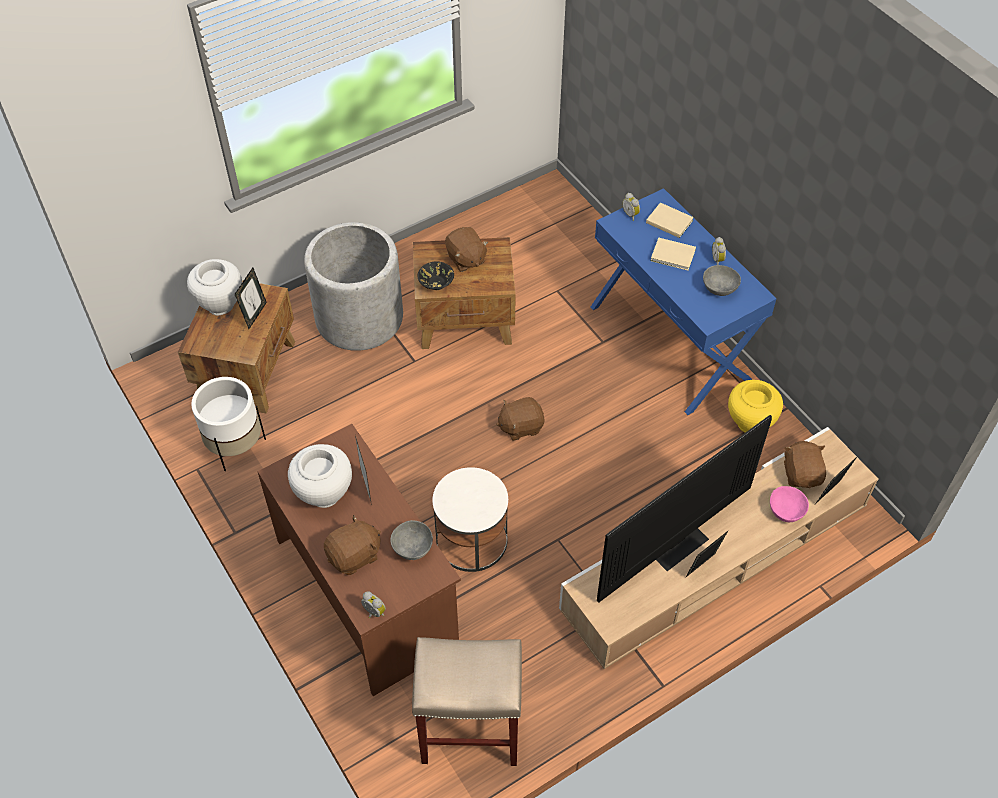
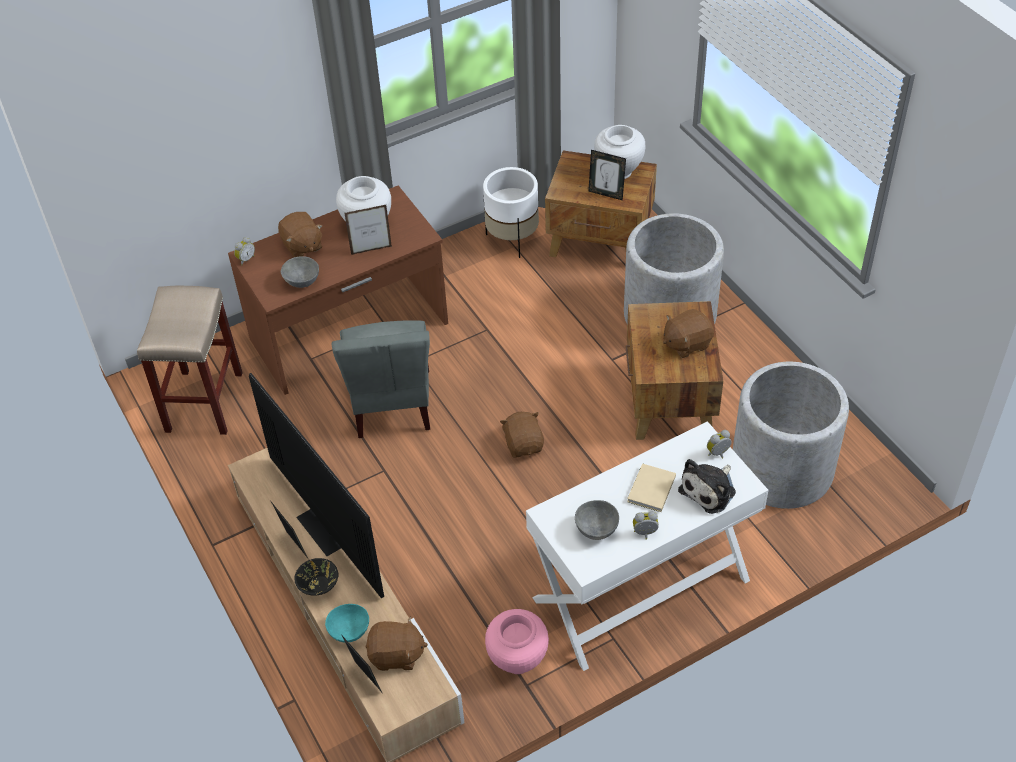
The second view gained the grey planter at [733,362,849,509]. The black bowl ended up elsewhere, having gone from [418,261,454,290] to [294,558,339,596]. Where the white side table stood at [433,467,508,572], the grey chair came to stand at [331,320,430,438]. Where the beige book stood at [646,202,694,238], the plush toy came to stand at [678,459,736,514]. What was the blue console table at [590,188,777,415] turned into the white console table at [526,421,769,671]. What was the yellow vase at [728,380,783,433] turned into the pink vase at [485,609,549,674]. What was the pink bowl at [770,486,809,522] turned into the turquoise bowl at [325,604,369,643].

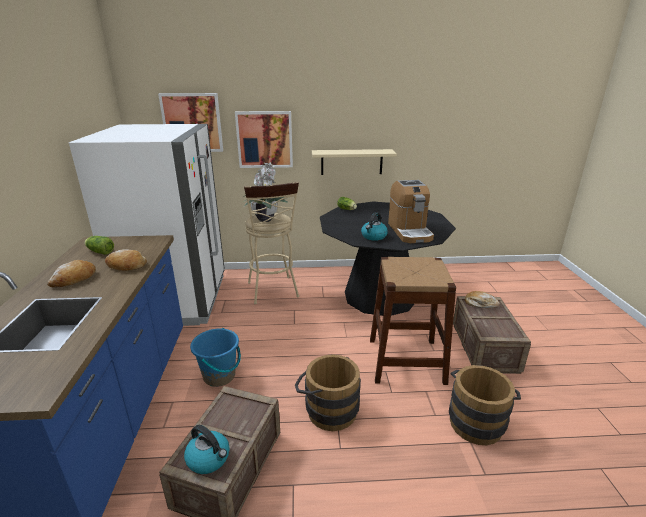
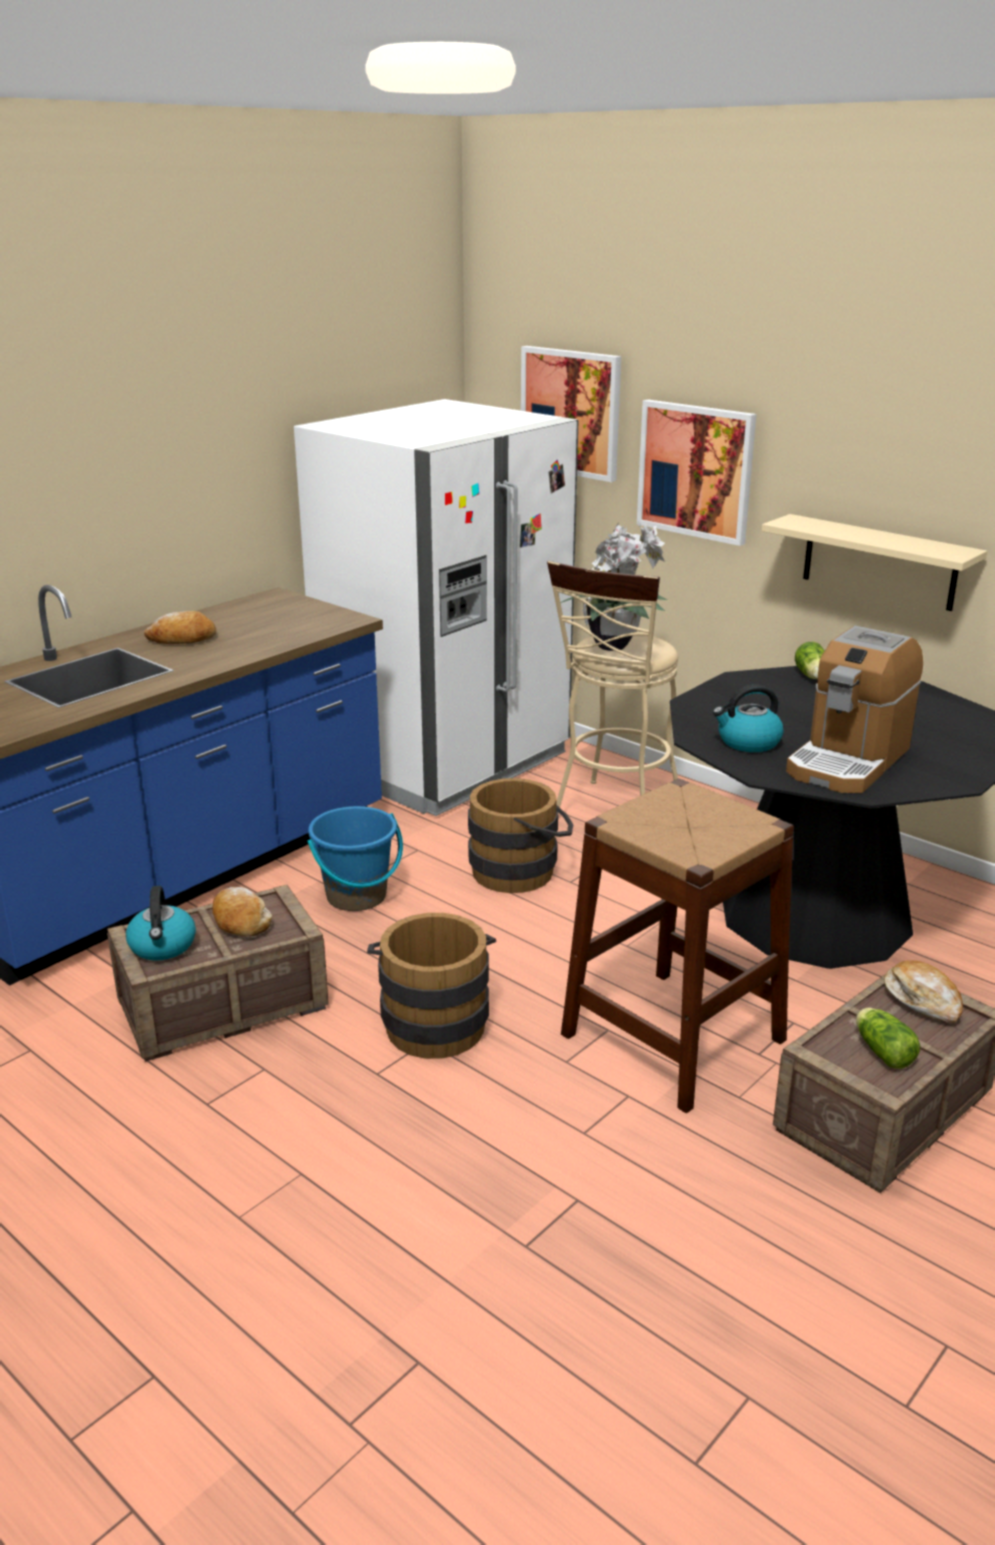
The lettuce ended up elsewhere, having gone from [84,236,114,255] to [856,1008,920,1069]. The bread ended up elsewhere, having gone from [105,249,147,271] to [212,887,272,936]. The brown bucket ended up elsewhere, having gone from [449,365,521,445] to [468,778,574,893].

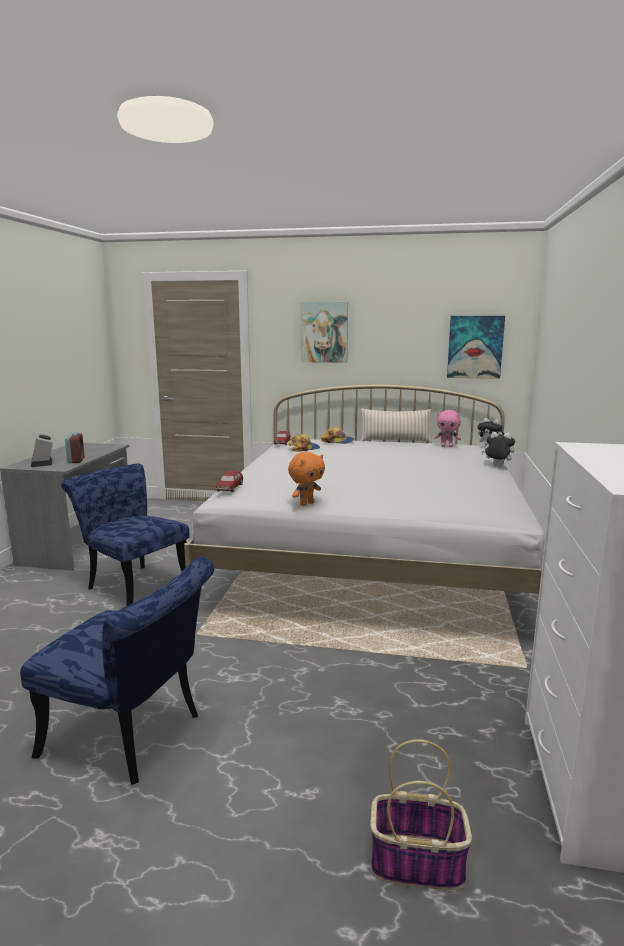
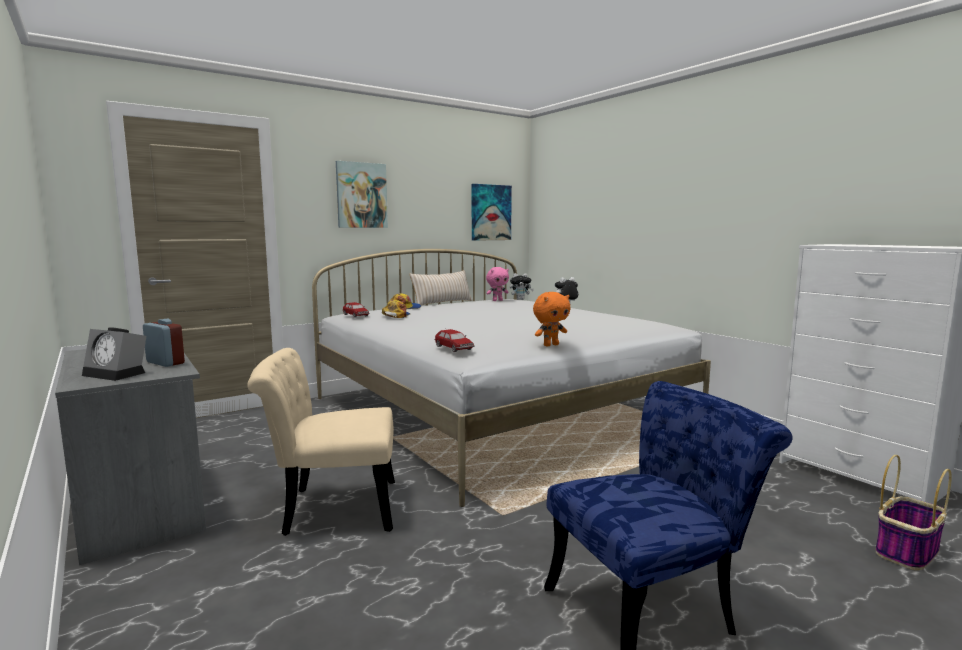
What was the blue chair at [61,463,190,606] turned into the beige chair at [247,348,395,536]. The orange plush toy at [288,452,325,506] ended up facing another way, 60 degrees clockwise from before.

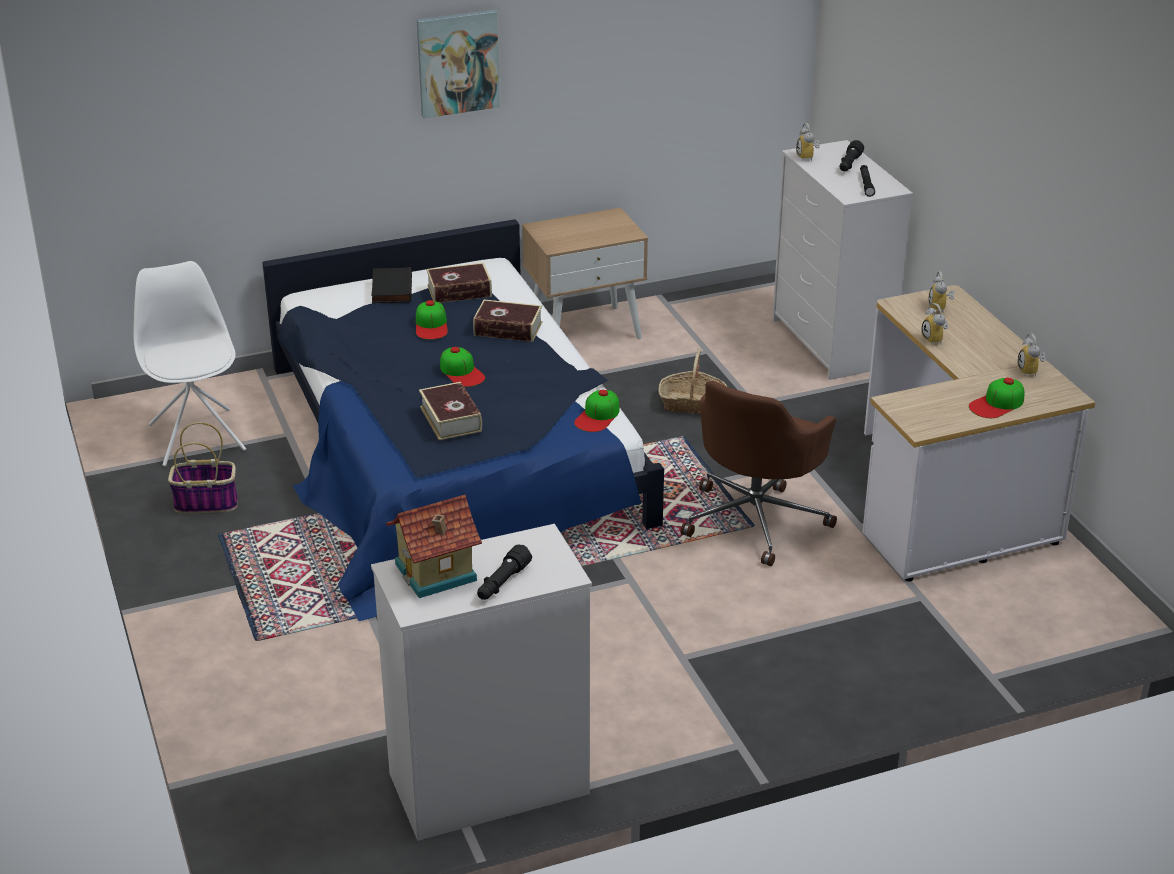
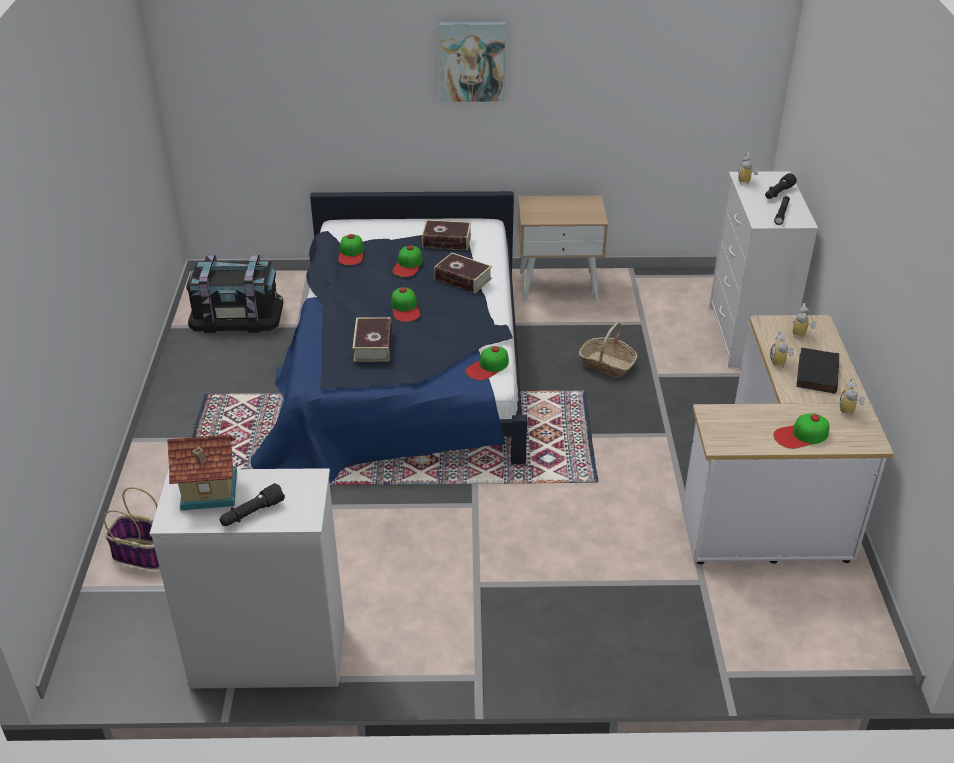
The second view lost the brown office chair at [680,381,837,566]. The second view gained the cap at [338,234,364,265]. The basket ended up elsewhere, having gone from [168,422,238,513] to [103,487,160,570]. The black book ended up elsewhere, having gone from [371,267,412,303] to [796,347,839,394]. Where the white chair stood at [134,261,246,466], the black storage box came to stand at [186,255,283,333].

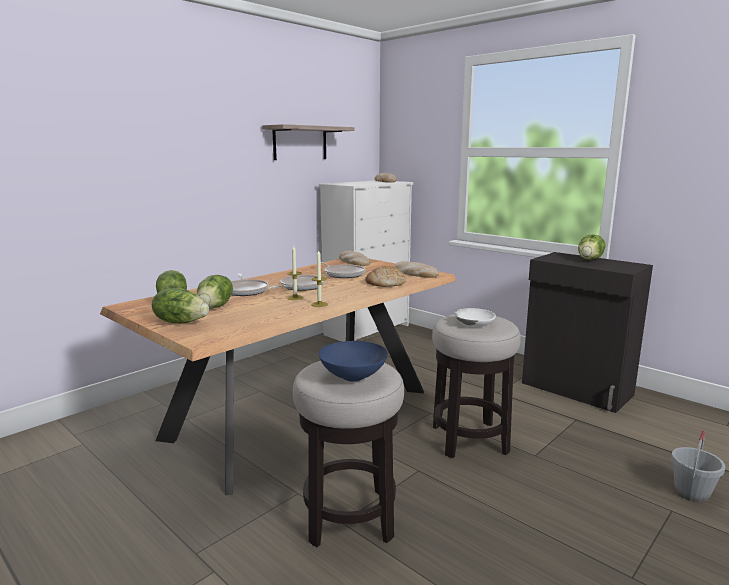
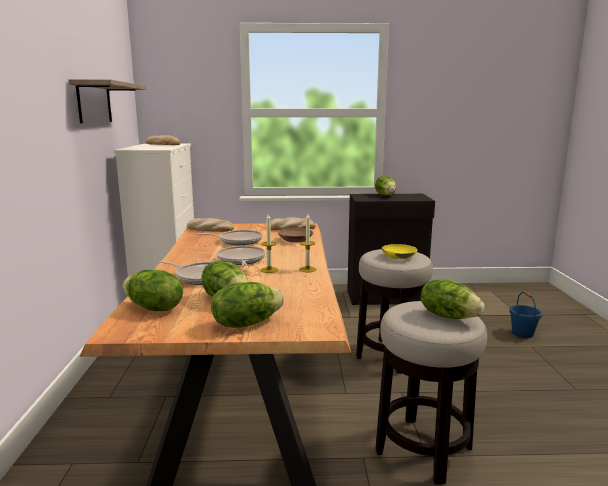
Where the blue bowl stood at [319,341,388,382], the lettuce came to stand at [421,280,485,319]. Where the bread stood at [365,265,406,287], the brown bowl came to stand at [278,228,313,242]. What was the white bowl at [455,308,496,327] turned into the yellow bowl at [382,244,417,259]. What was the grey bucket at [671,431,725,503] turned into the blue bucket at [509,291,542,338].

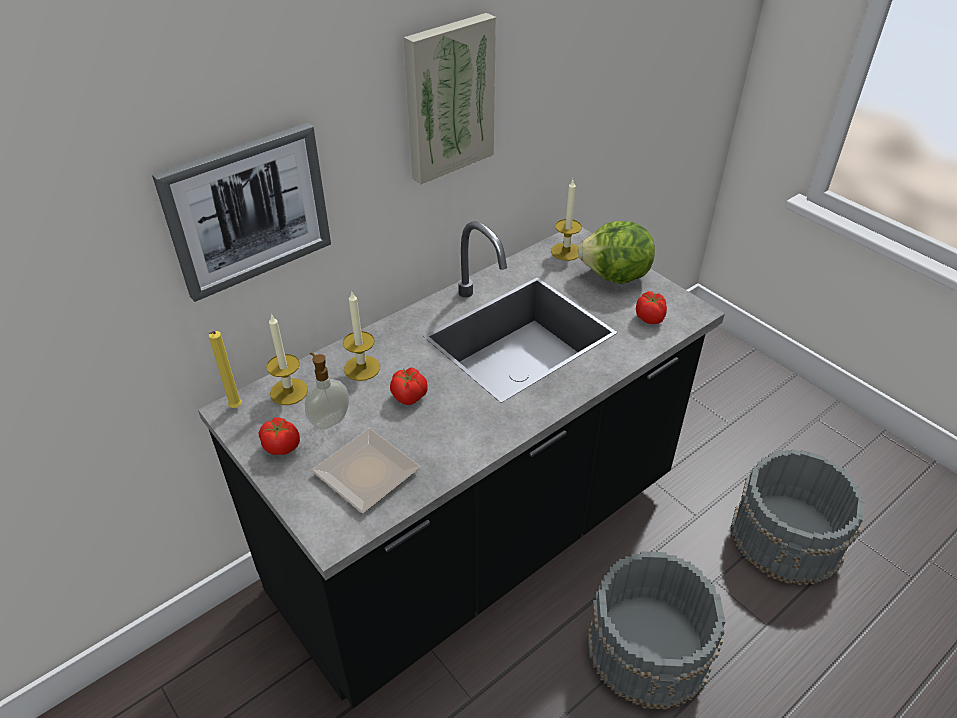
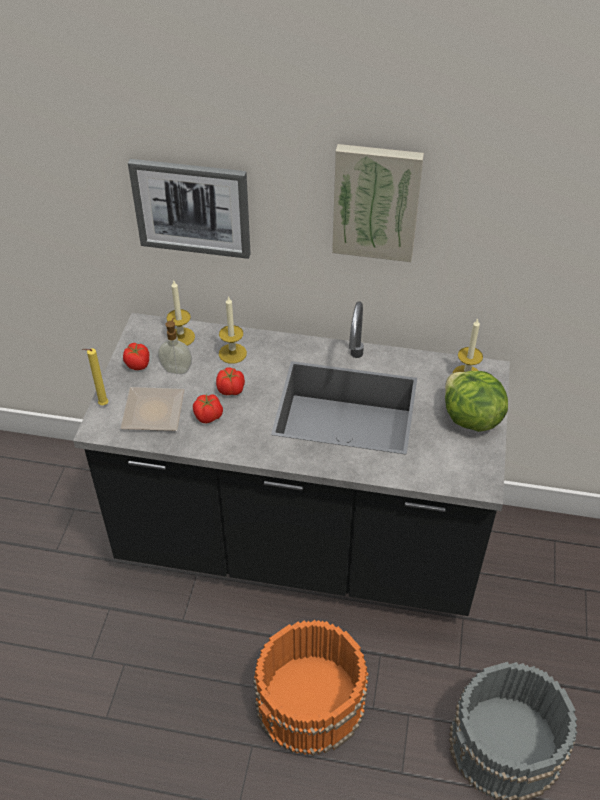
The yellow candle ended up elsewhere, having gone from [209,331,242,408] to [82,348,108,405]. The tomato ended up elsewhere, having gone from [636,291,667,324] to [193,394,223,423]. What was the grey bucket at [588,551,725,709] turned into the orange bucket at [253,620,368,756].

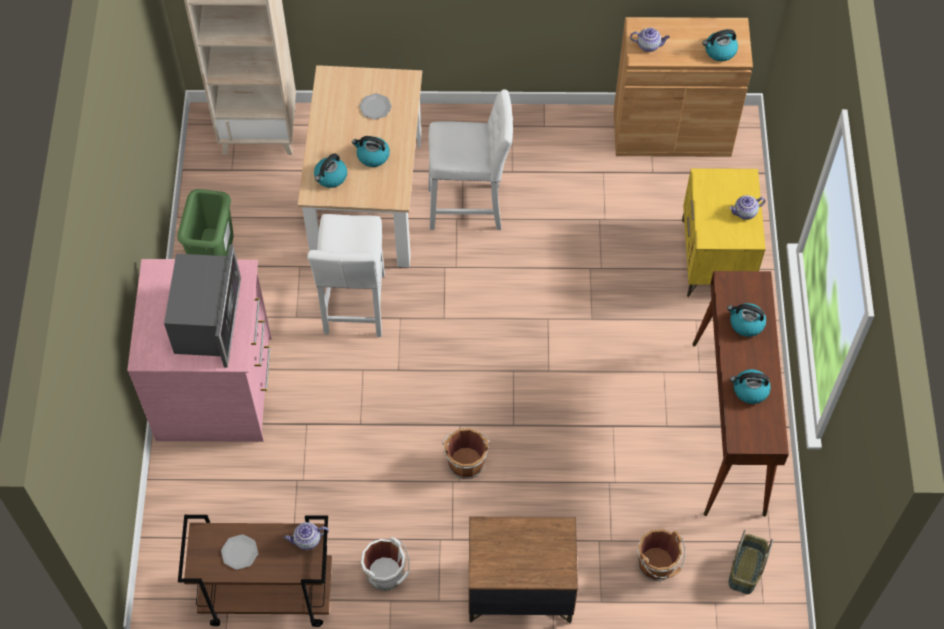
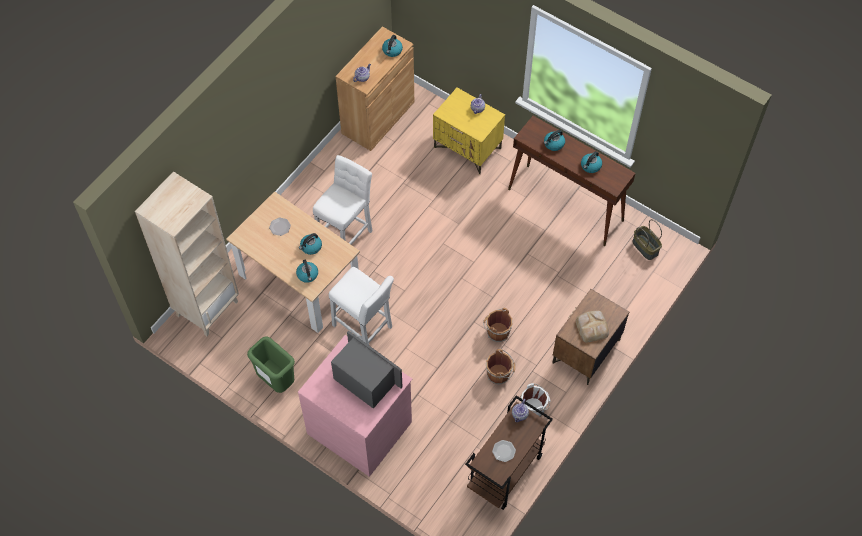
The second view gained the bread at [576,311,609,343]. The brown bucket ended up elsewhere, having gone from [638,529,686,582] to [486,349,515,384].

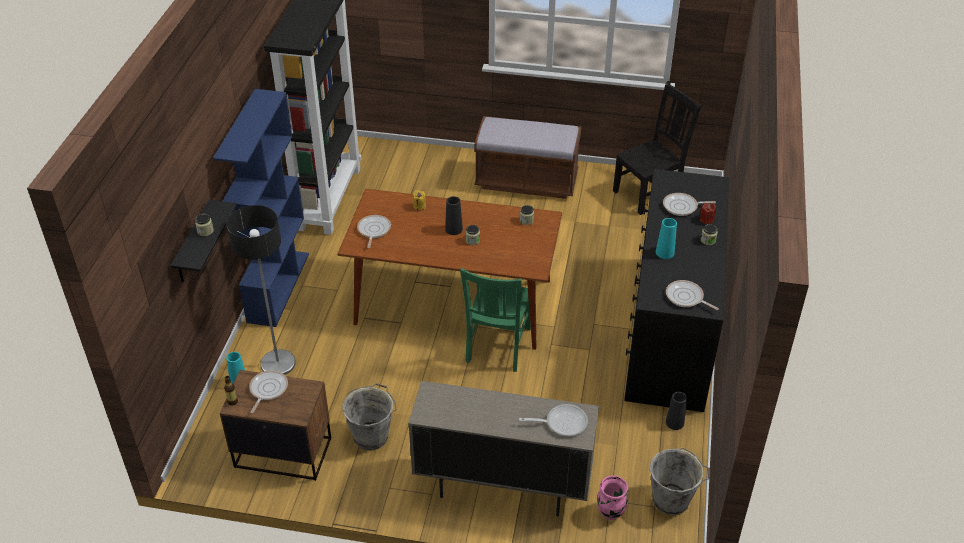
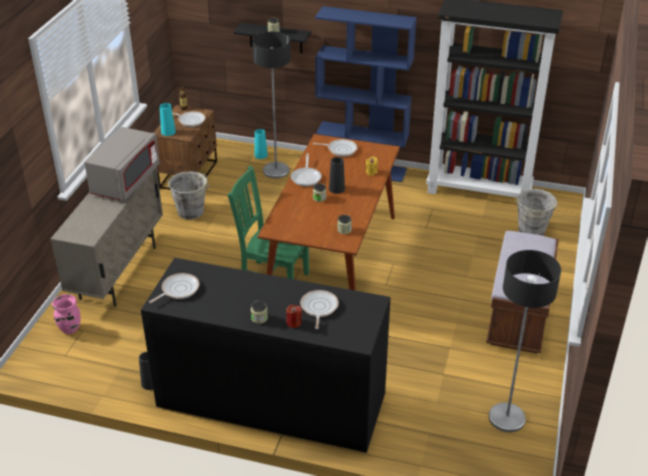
The second view gained the grey microwave at [84,127,160,201]. The frying pan ended up elsewhere, having gone from [519,404,588,436] to [291,154,322,186]. The grey bucket ended up elsewhere, having gone from [650,448,710,515] to [515,189,558,236]. The turquoise vase ended up elsewhere, having gone from [656,218,677,259] to [160,103,176,136]. Where the black chair stood at [613,81,702,215], the floor lamp came to stand at [489,250,561,432].

